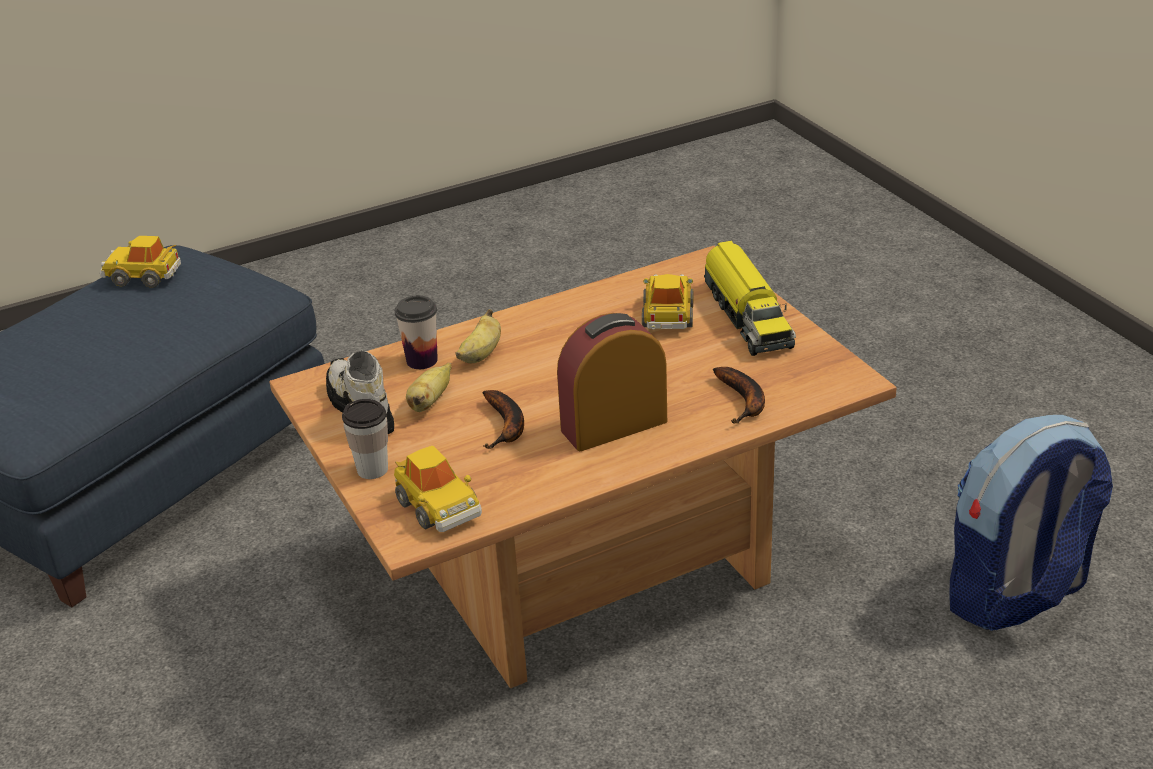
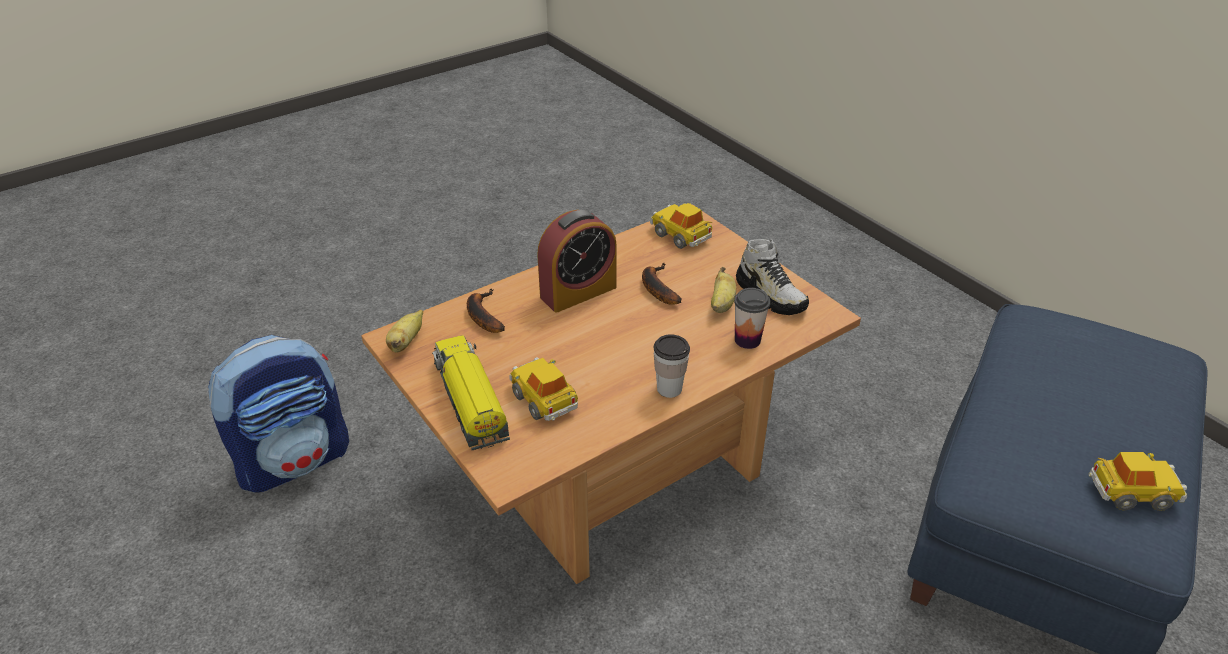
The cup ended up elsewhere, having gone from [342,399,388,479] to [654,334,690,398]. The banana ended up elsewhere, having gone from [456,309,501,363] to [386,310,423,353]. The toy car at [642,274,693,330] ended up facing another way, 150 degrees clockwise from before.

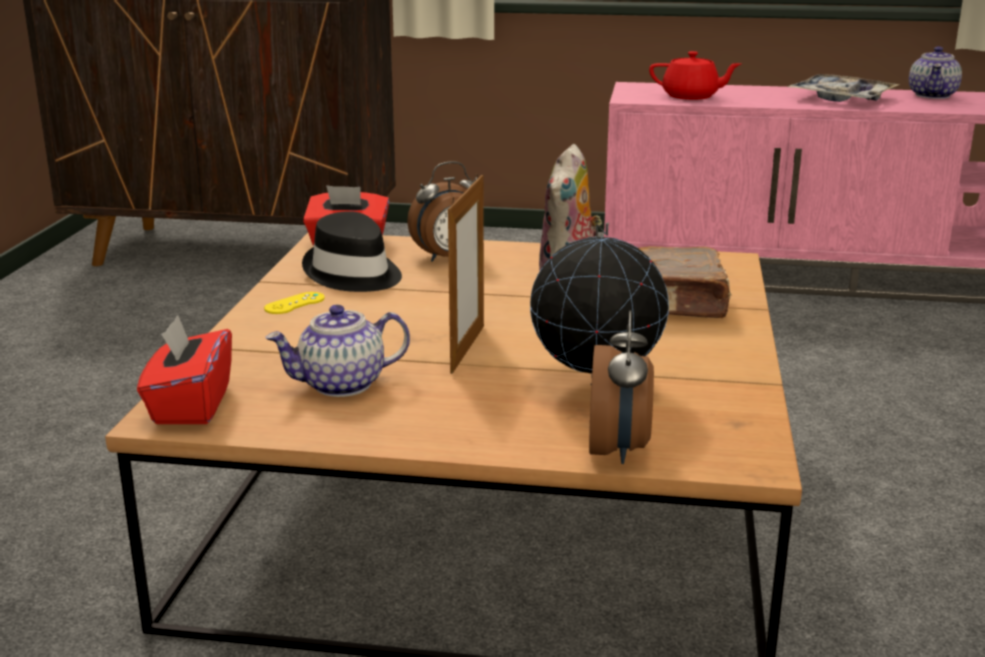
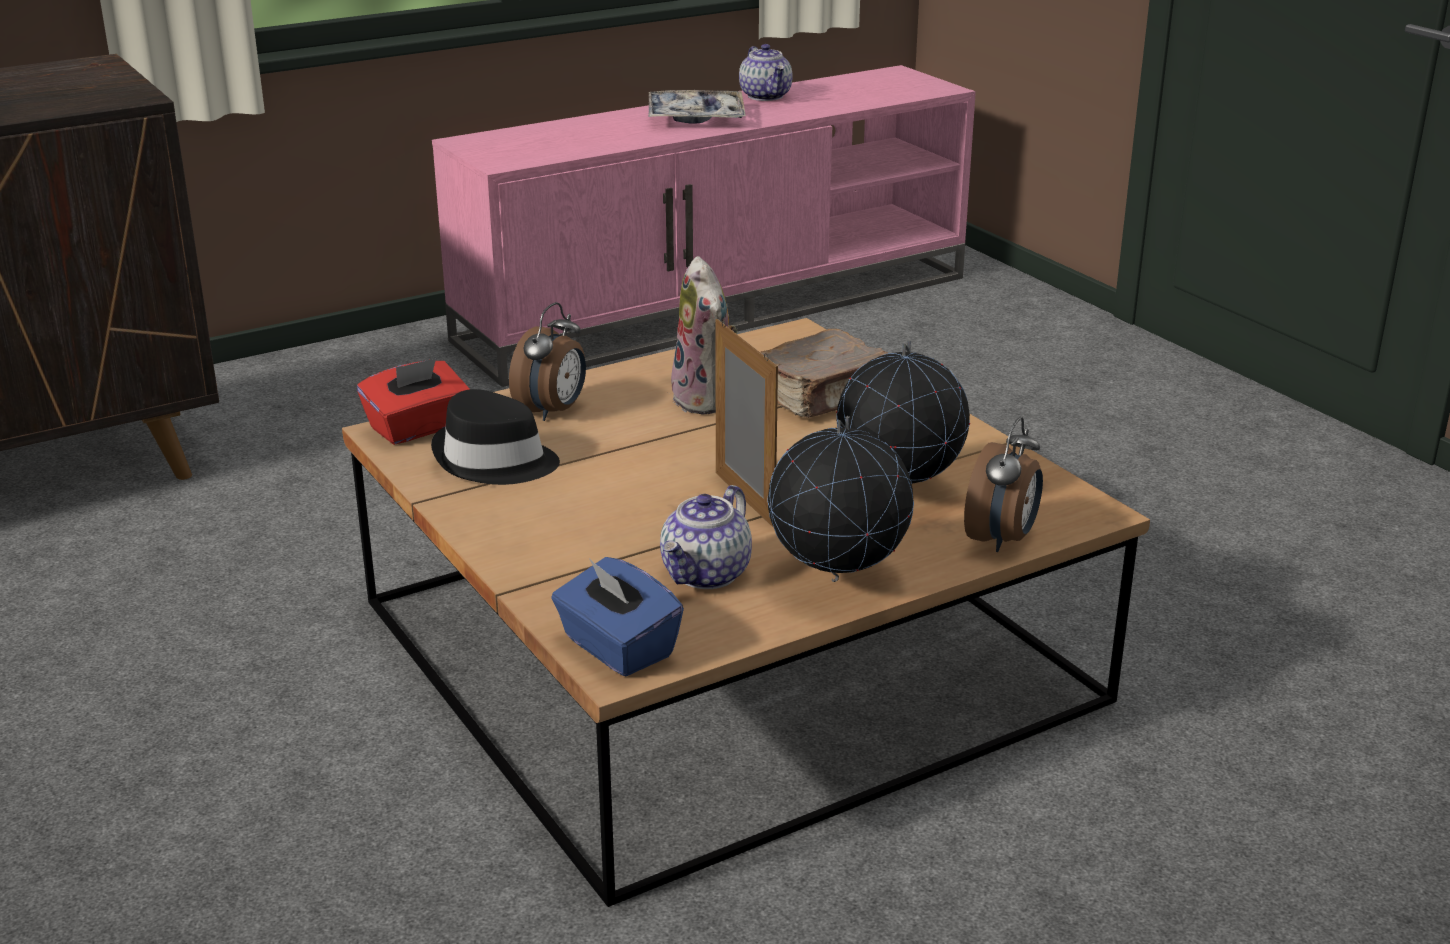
The second view lost the yellow game controller at [264,292,325,314]. The second view lost the red teapot at [649,51,741,100]. The second view gained the globe at [768,416,914,582]. What was the red tissue box at [137,315,232,424] turned into the blue tissue box at [551,557,684,676]. The alarm clock at [589,310,654,464] ended up facing another way, 60 degrees clockwise from before.

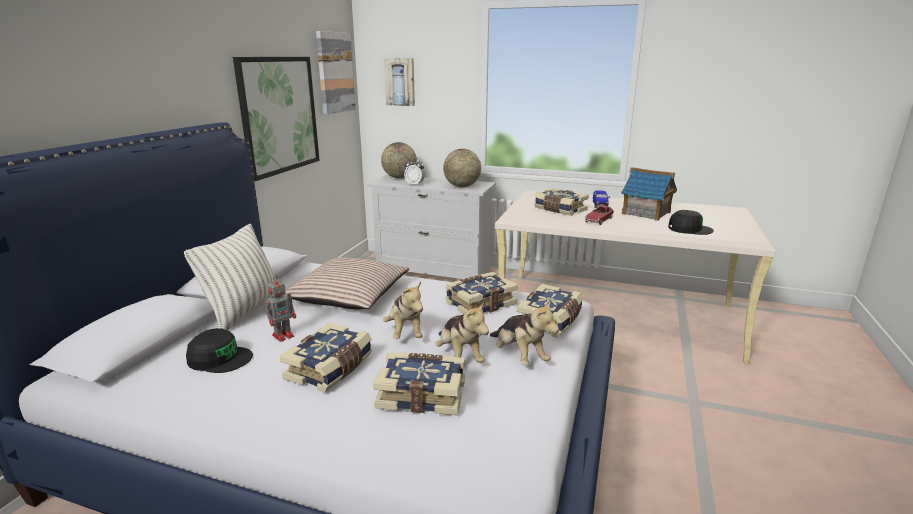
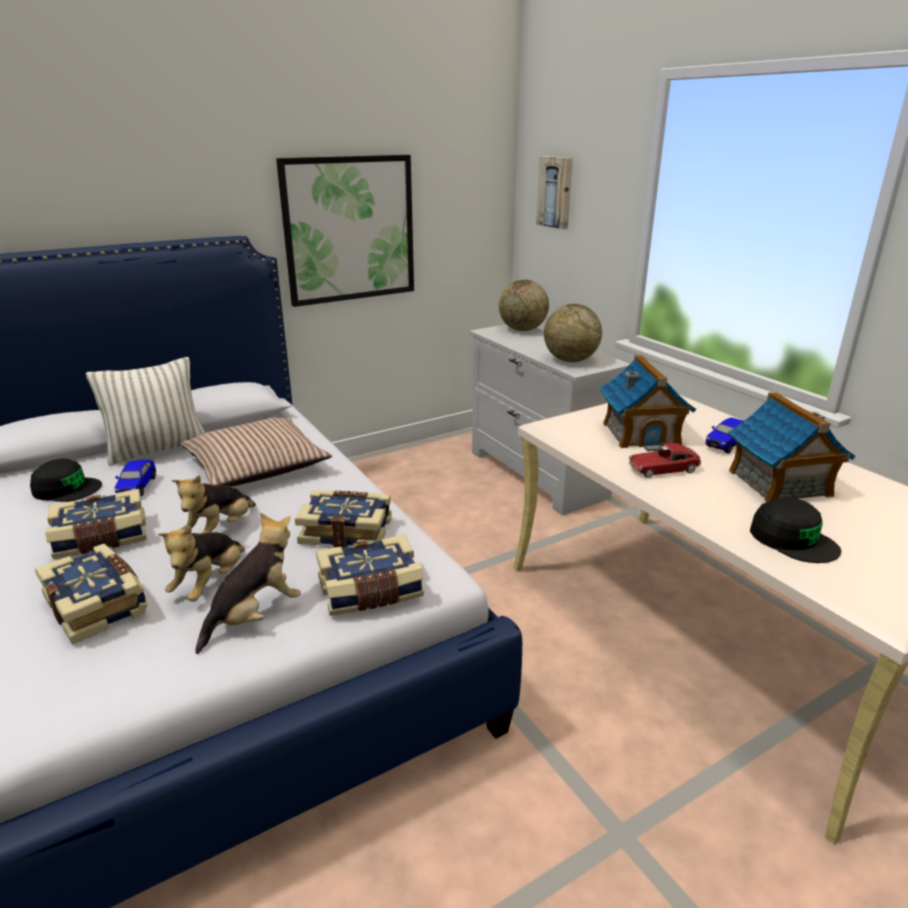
The second view lost the picture at [316,31,355,114]. The second view lost the alarm clock at [404,158,425,185]. Where the toy robot stood at [265,276,296,342], the toy car came to stand at [115,459,156,496]. Where the book stood at [534,188,589,216], the toy house came to stand at [599,355,696,451]. The black cap at [186,328,253,373] ended up facing another way, 45 degrees counterclockwise from before. The plush toy at [490,300,559,366] ended up facing another way, 150 degrees counterclockwise from before.

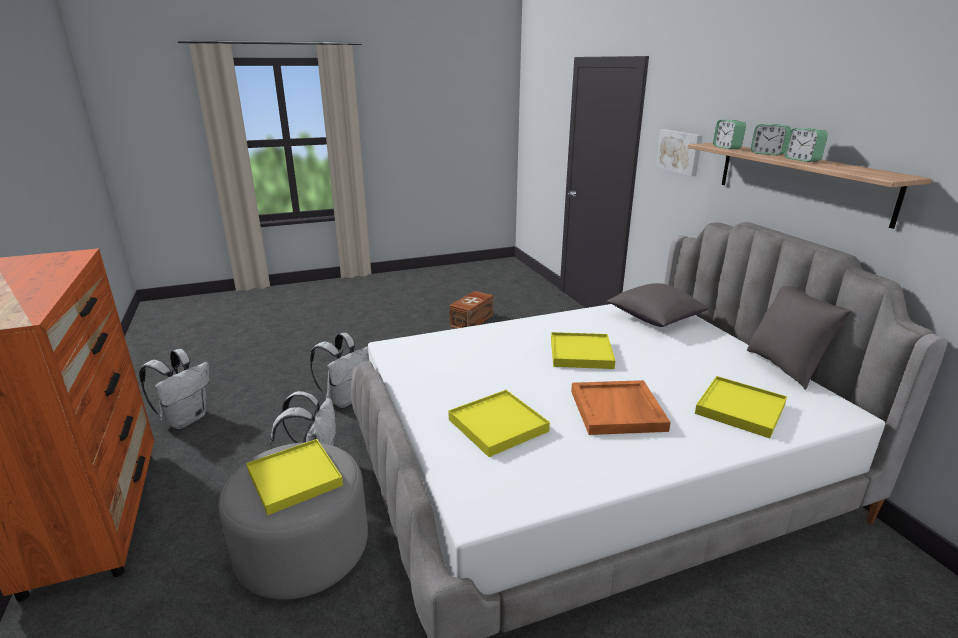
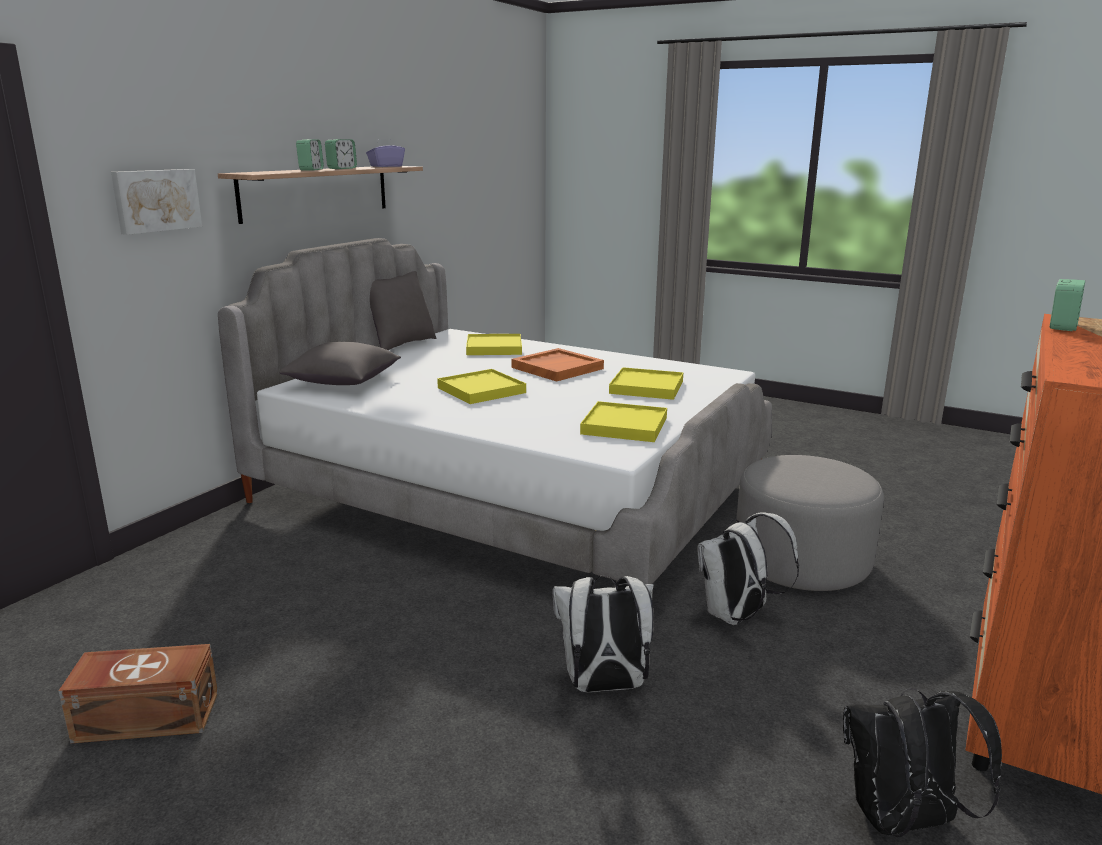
The second view gained the purple tissue box at [366,139,405,167]. The yellow tray ended up elsewhere, having gone from [246,439,343,515] to [580,401,667,442]. The alarm clock ended up elsewhere, having gone from [713,120,746,149] to [1050,279,1085,331]. What was the white backpack at [139,349,209,429] turned into the black backpack at [843,688,1002,837].

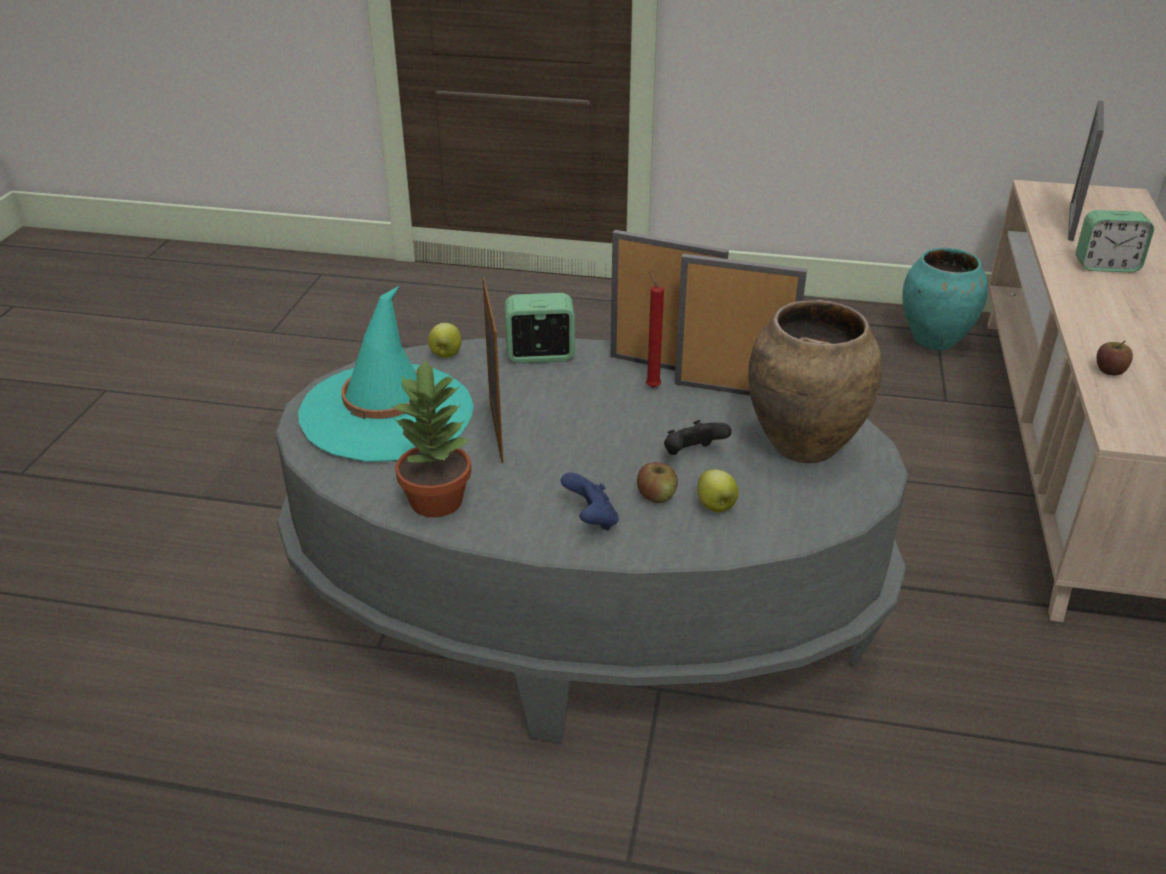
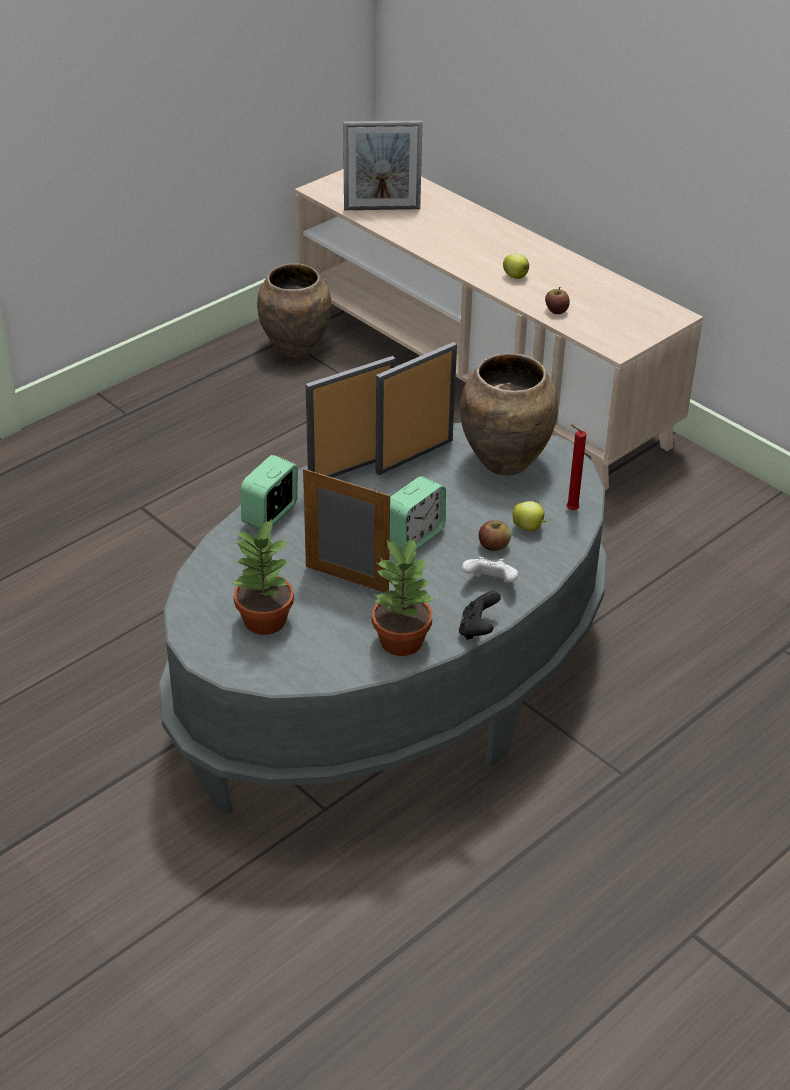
The apple ended up elsewhere, having gone from [428,323,462,358] to [503,254,529,279]. The red candle ended up elsewhere, having gone from [646,272,664,388] to [566,424,586,510]. The black game controller ended up elsewhere, having gone from [664,420,732,455] to [459,591,501,640]. The alarm clock ended up elsewhere, having gone from [1076,210,1154,272] to [390,476,446,550]. Where the turquoise hat stood at [298,285,474,462], the potted plant came to stand at [231,518,294,635]. What was the blue game controller at [561,472,619,531] turned into the white game controller at [462,557,518,583]. What was the turquoise vase at [902,248,988,350] turned into the brown vase at [257,264,331,358]. The picture frame at [1068,100,1104,241] ended up facing another way, 60 degrees counterclockwise from before.

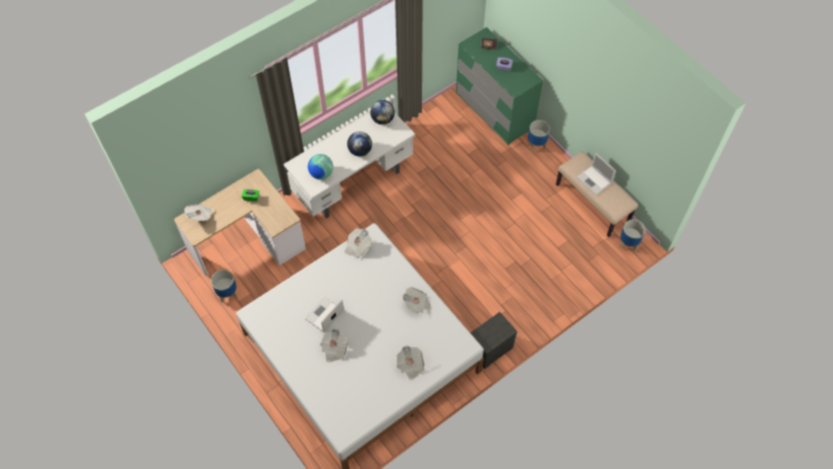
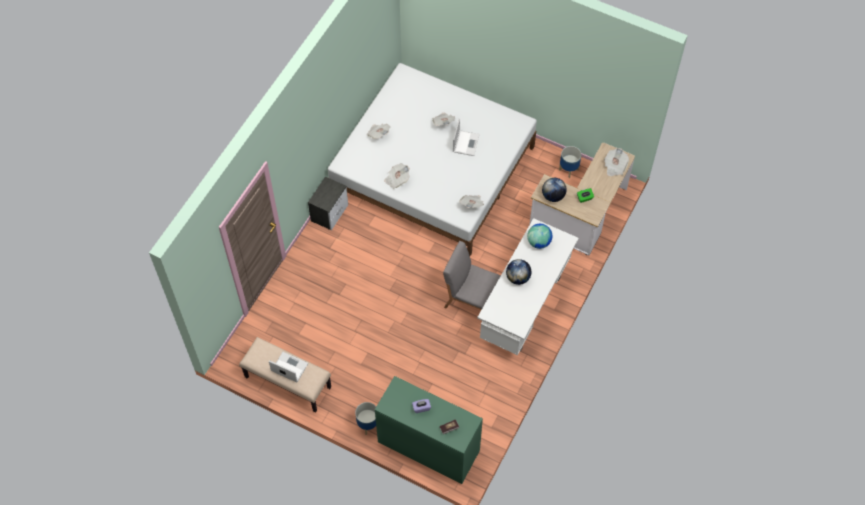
The second view lost the planter at [620,219,646,252]. The second view gained the grey chair at [443,241,500,310]. The globe ended up elsewhere, having gone from [370,100,395,125] to [542,178,567,202].

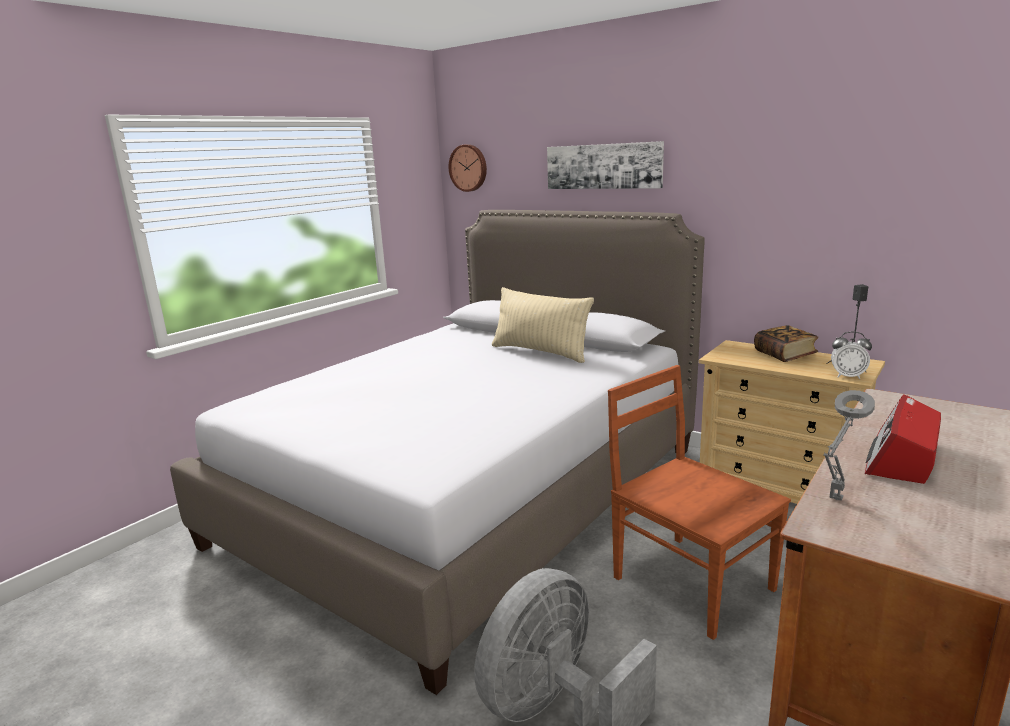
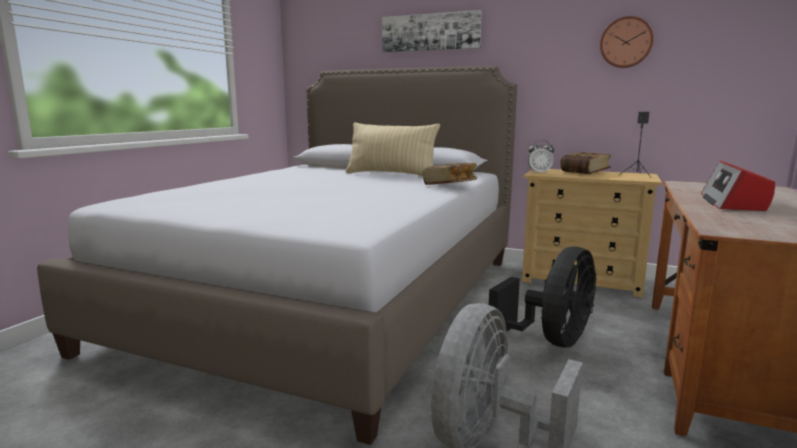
The second view lost the grey table lamp at [823,390,875,501]. The second view gained the book at [423,163,477,185]. The wall clock ended up elsewhere, having gone from [448,144,487,192] to [600,16,654,68]. The alarm clock ended up elsewhere, having gone from [831,332,872,379] to [528,140,554,174]. Where the brown chair stood at [608,365,791,640], the black fan came to stand at [489,246,597,348].

